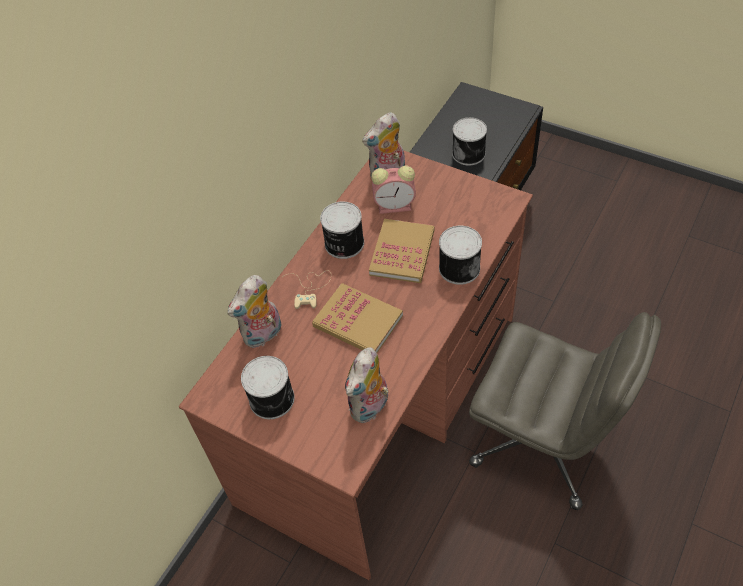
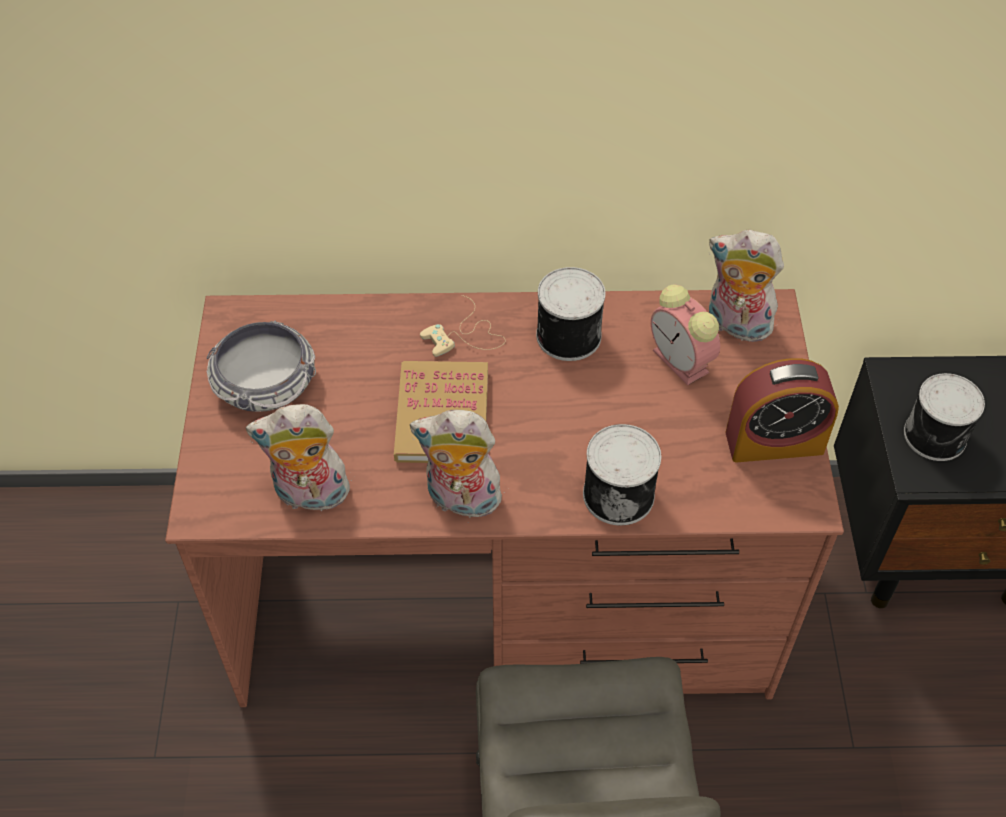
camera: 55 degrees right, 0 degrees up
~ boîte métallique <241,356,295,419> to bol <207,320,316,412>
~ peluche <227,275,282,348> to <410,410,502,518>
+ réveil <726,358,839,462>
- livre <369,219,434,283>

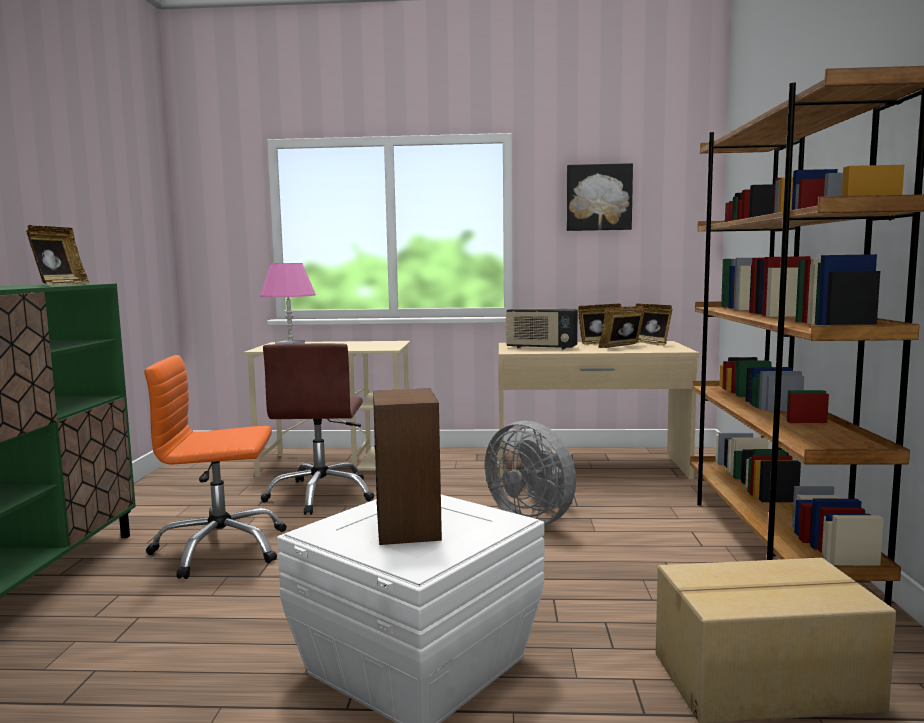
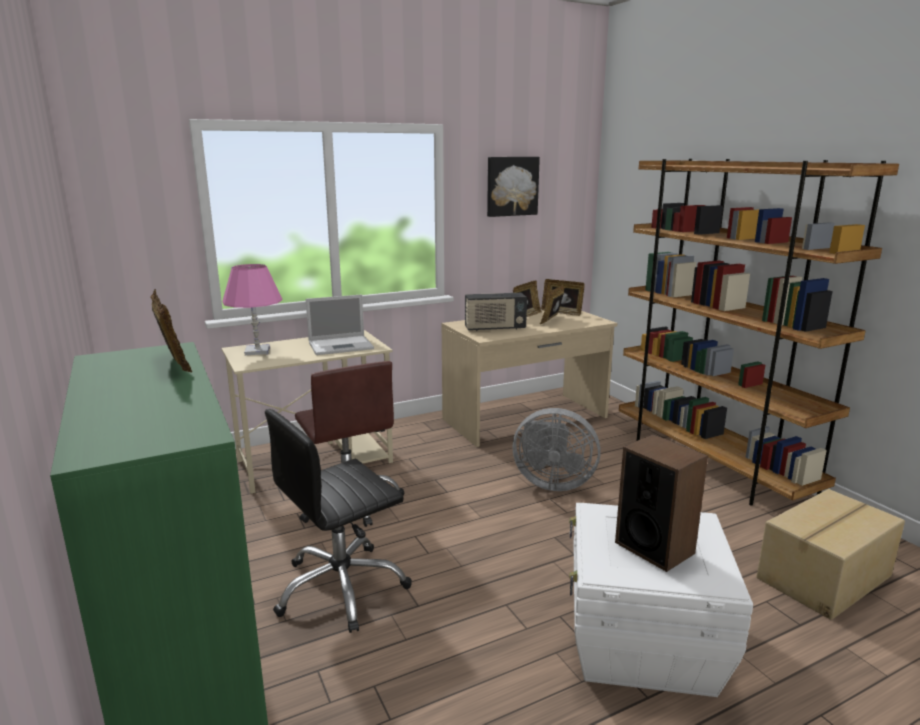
camera: 30 degrees left, 10 degrees up
~ chaise de bureau/orange <144,355,287,579> to chaise de bureau/noir <265,409,412,633>
+ ordinateur portable <306,294,374,355>

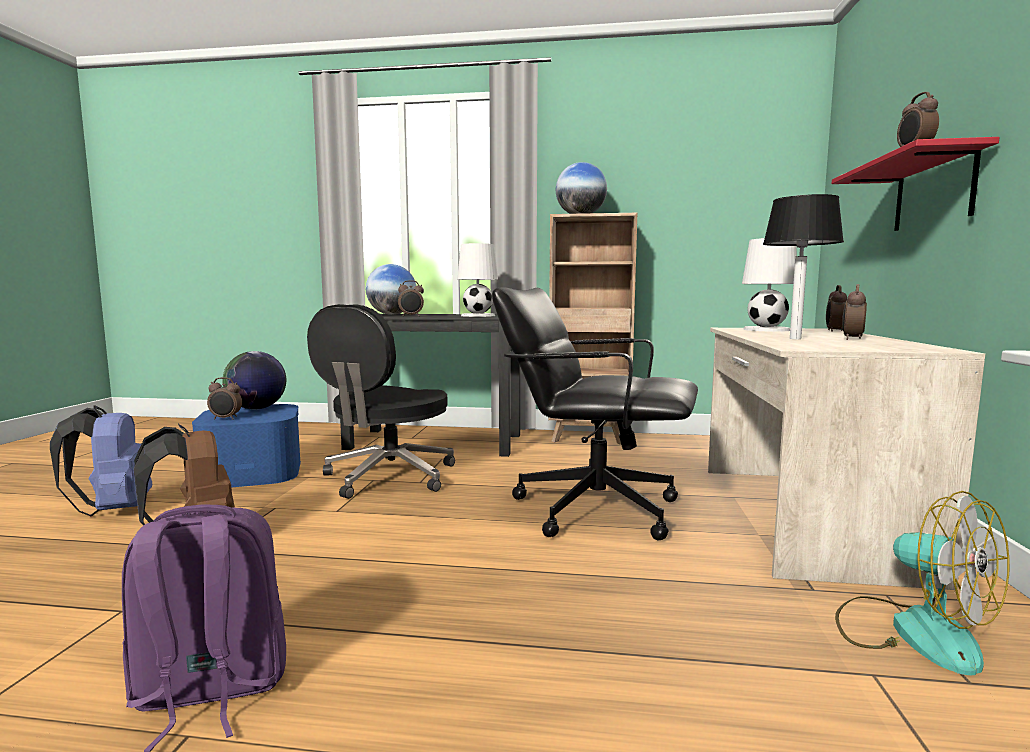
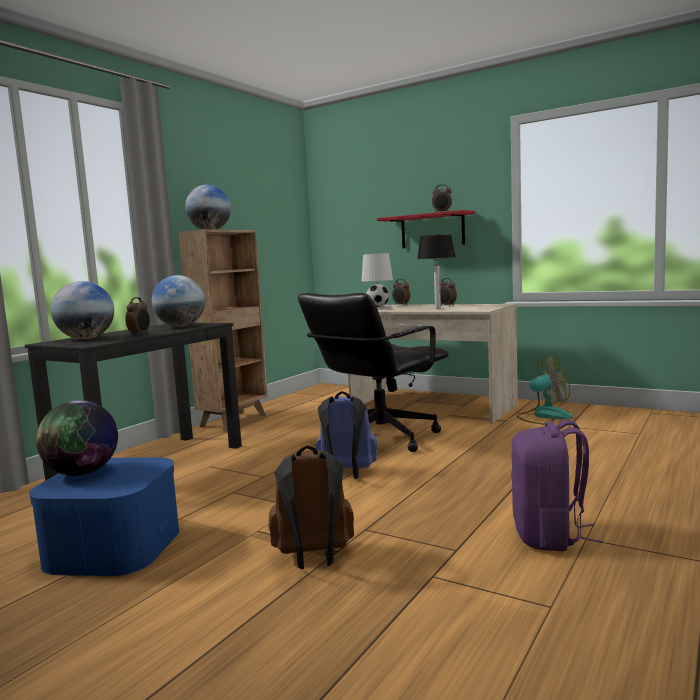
camera: 65 degrees left, 0 degrees up
~ lampe de table/blanc <457,243,498,317> to globe <152,275,205,327>
~ sac à dos/bleu <50,405,152,516> to <316,391,378,479>
- réveil <207,377,242,420>
- chaise de bureau/noir <307,304,455,499>

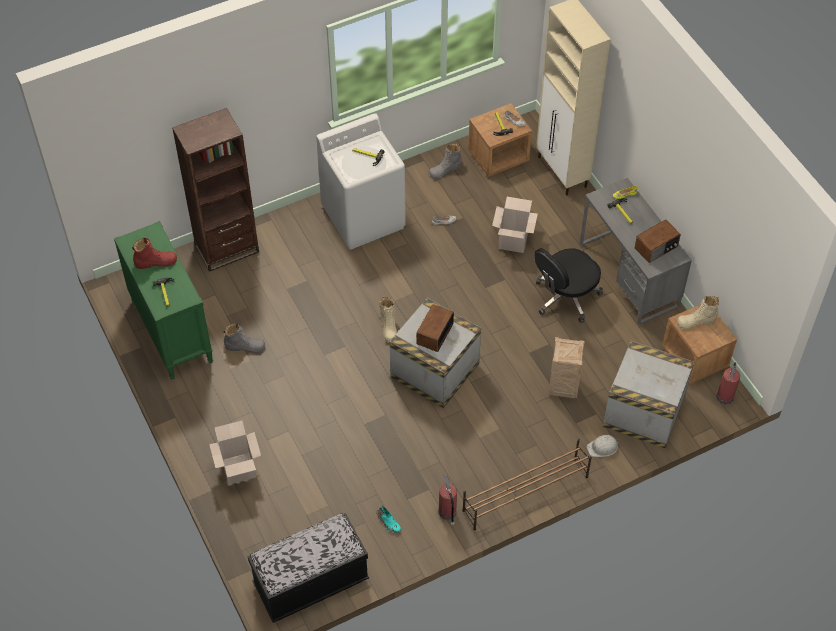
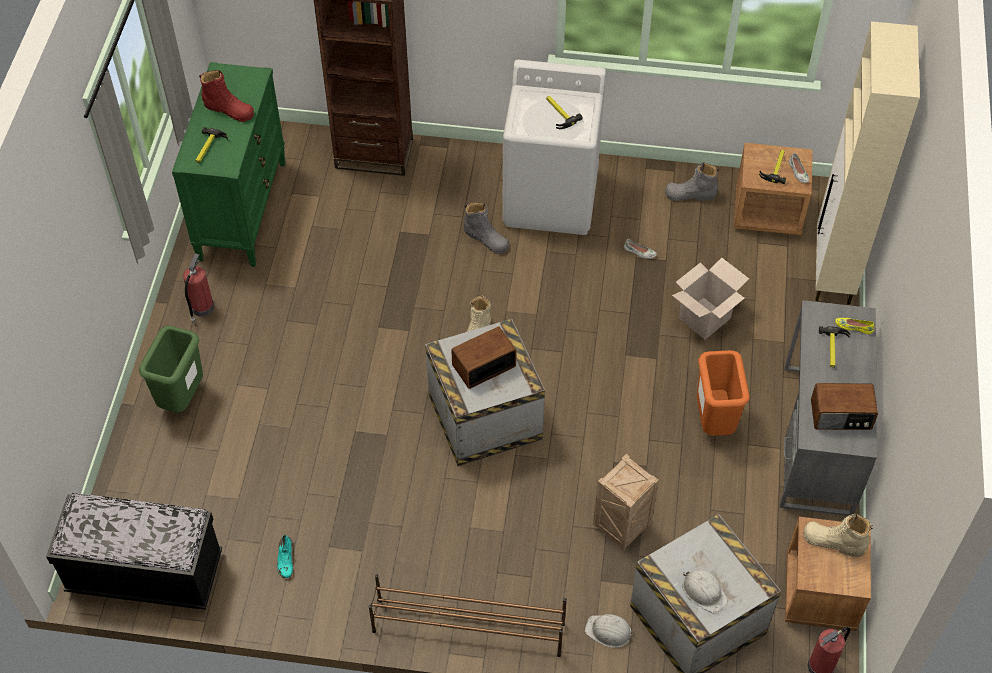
camera: 35 degrees right, 0 degrees up
~ carton <209,421,261,484> to poubelle/vert <139,326,203,412>
~ extincteur <439,475,457,526> to <183,253,214,323>
~ botte/gris <224,323,265,353> to <464,202,509,254>
+ casque de chantier/blanc <682,570,728,613>
~ chaise de bureau/noir <534,248,603,323> to poubelle/orange <697,350,750,436>

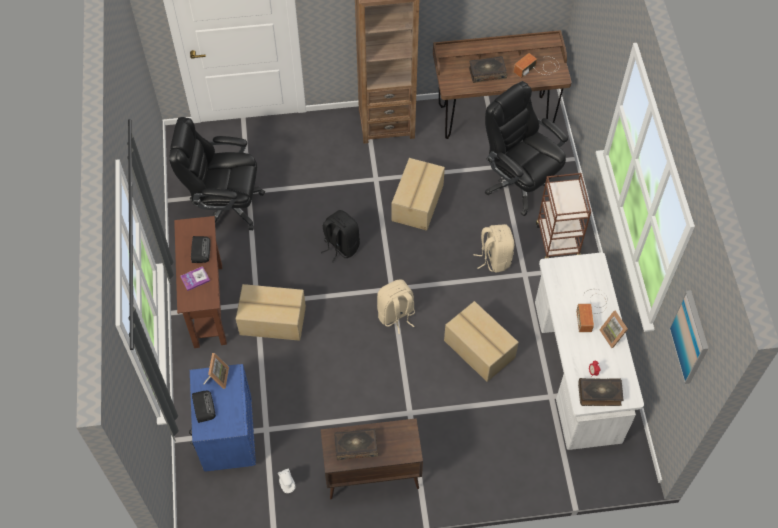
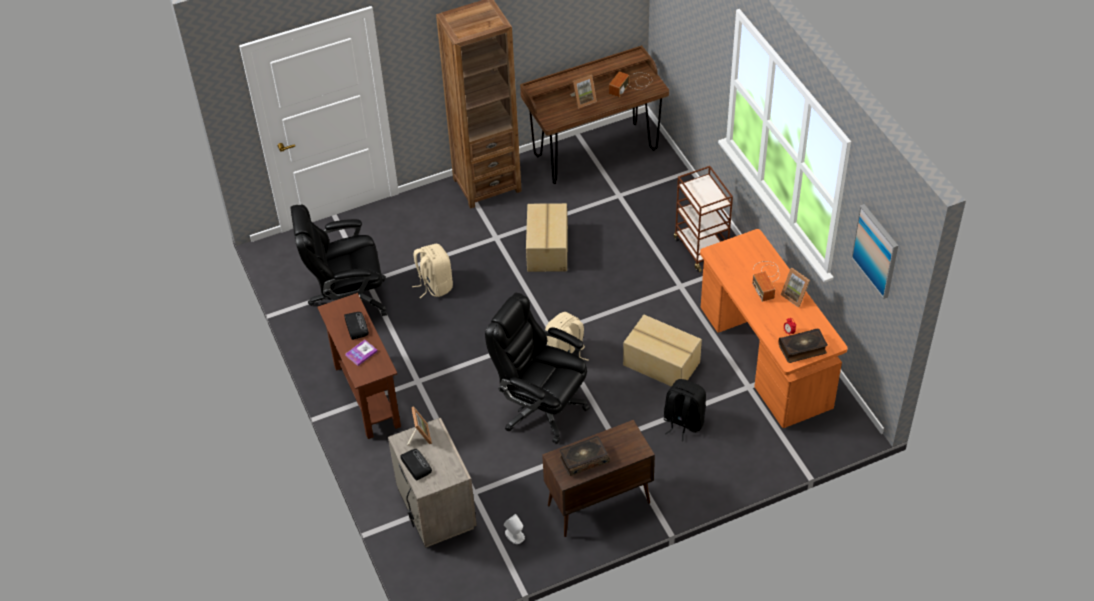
camera: 15 degrees left, 10 degrees down
~ table de chevet/bleu <189,364,256,472> to table de chevet/beige <388,417,477,548>
~ sac à dos/beige <473,224,514,272> to <412,244,453,298>
~ chaise de bureau/noir <485,81,568,216> to <485,293,590,444>
~ livre <469,56,507,83> to cadre photo <570,75,597,109>
~ sac à dos/noir <321,210,360,263> to <663,379,706,441>
~ bureau/blanc <535,253,644,450> to bureau/orange <700,229,848,428>
- carton <236,284,306,341>

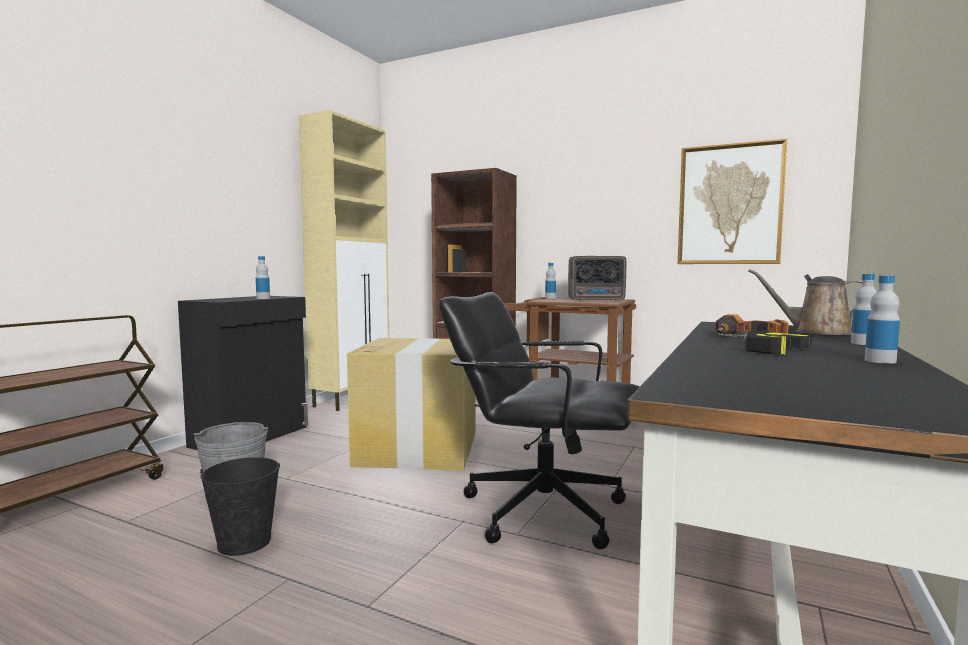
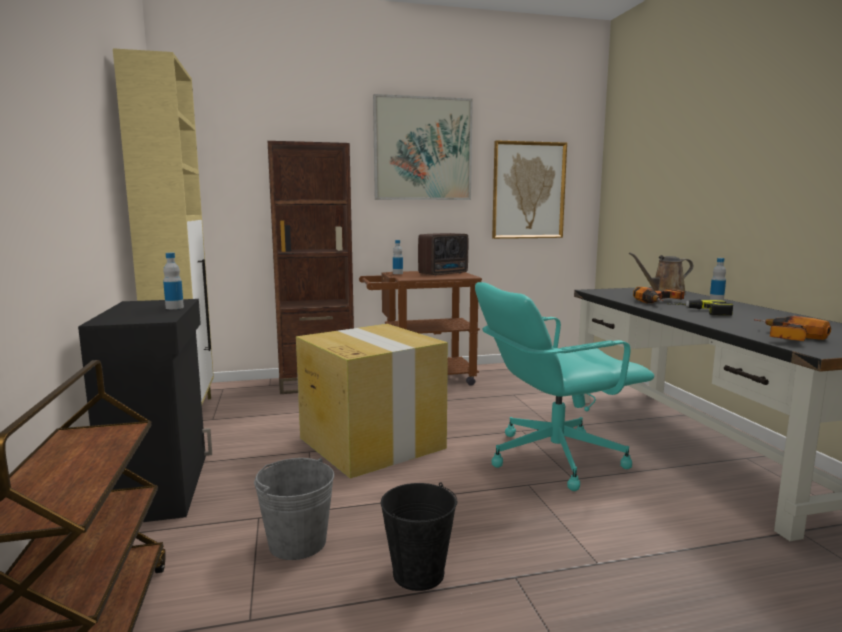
camera: 40 degrees left, 5 degrees up
+ tableau <373,94,473,200>
~ chaise de bureau/noir <439,292,639,549> to chaise de bureau/turquoise <475,282,654,491>
+ perceuse <754,316,831,341>
- bouteille <865,276,900,364>

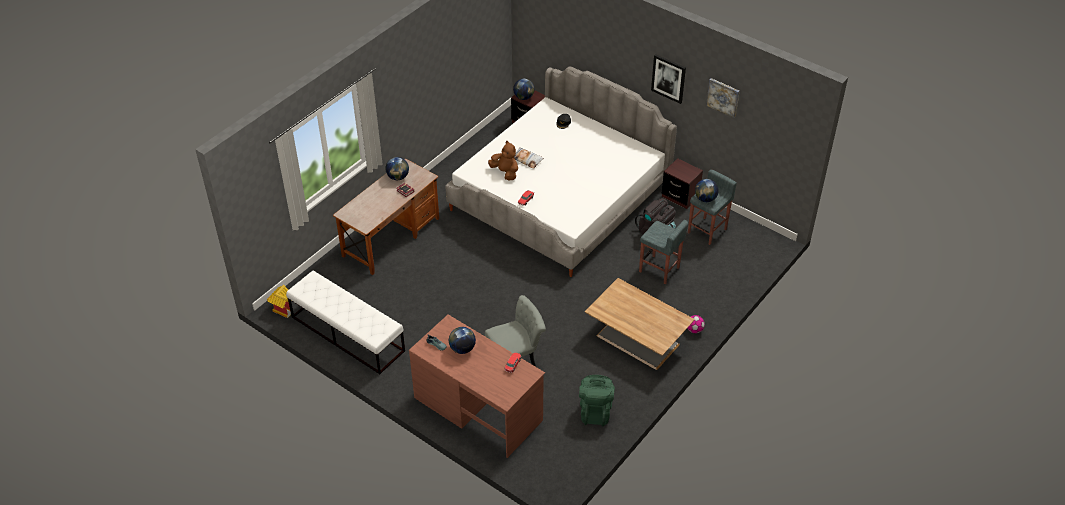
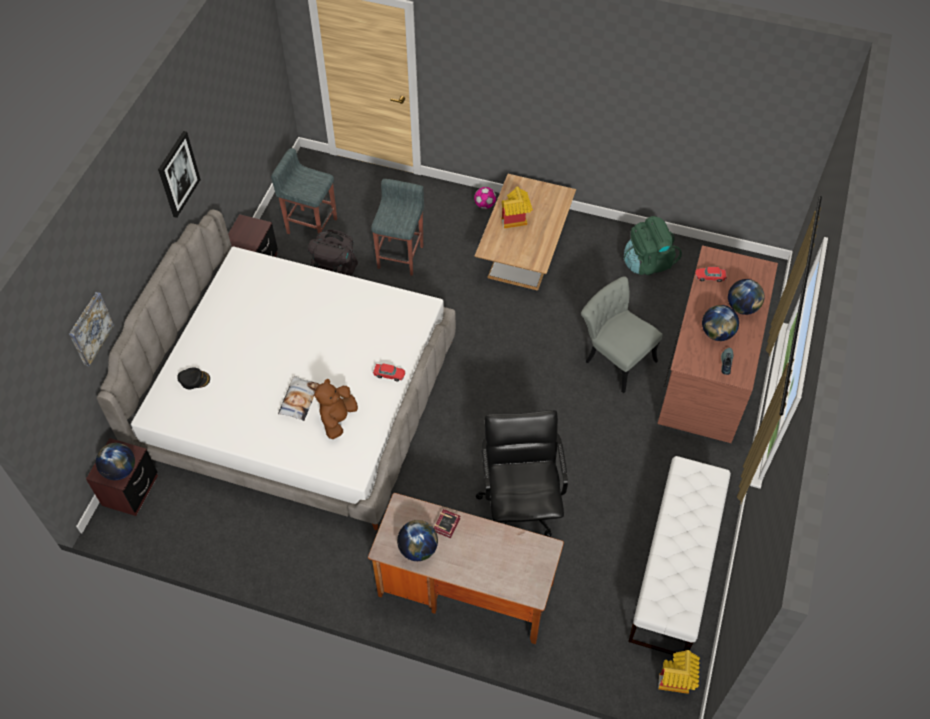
camera: 110 degrees left, 10 degrees up
~ tableau <706,78,740,118> to <69,292,115,366>
+ chaise de bureau/noir <476,410,568,537>
+ maison miniature <501,187,533,228>
~ globe <695,179,719,202> to <728,279,765,315>

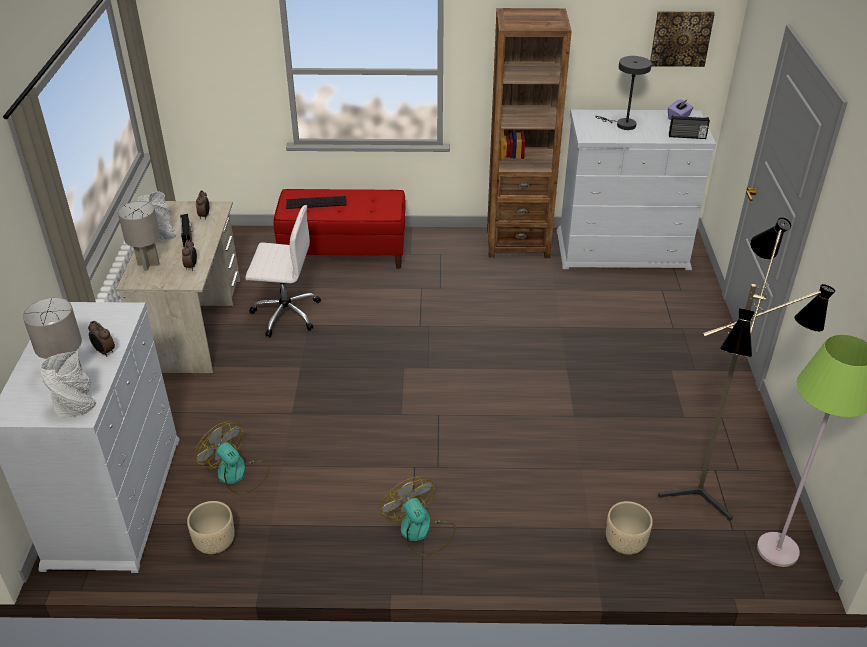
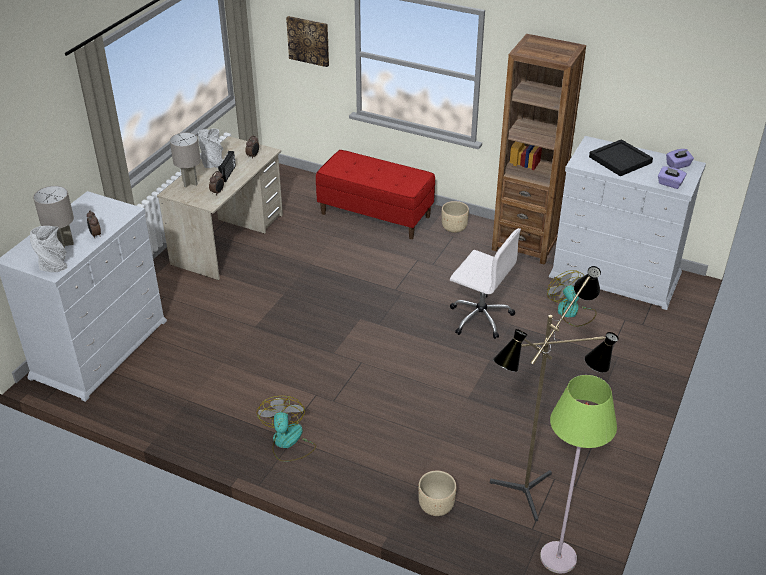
camera: 25 degrees right, 0 degrees up
~ tableau <650,11,715,67> to <286,16,329,67>
~ cache-pot/beige <187,501,235,554> to <442,201,469,233>
~ chaise de bureau/blanc <245,205,321,337> to <450,228,521,339>
~ ventilateur <195,421,270,494> to <547,270,597,327>
~ lampe de table/gris <596,56,652,130> to plateau/noir <589,139,653,176>
~ radio <669,115,710,139> to boîte à mouchoirs/violet <658,166,687,189>
- clavier <286,196,347,209>

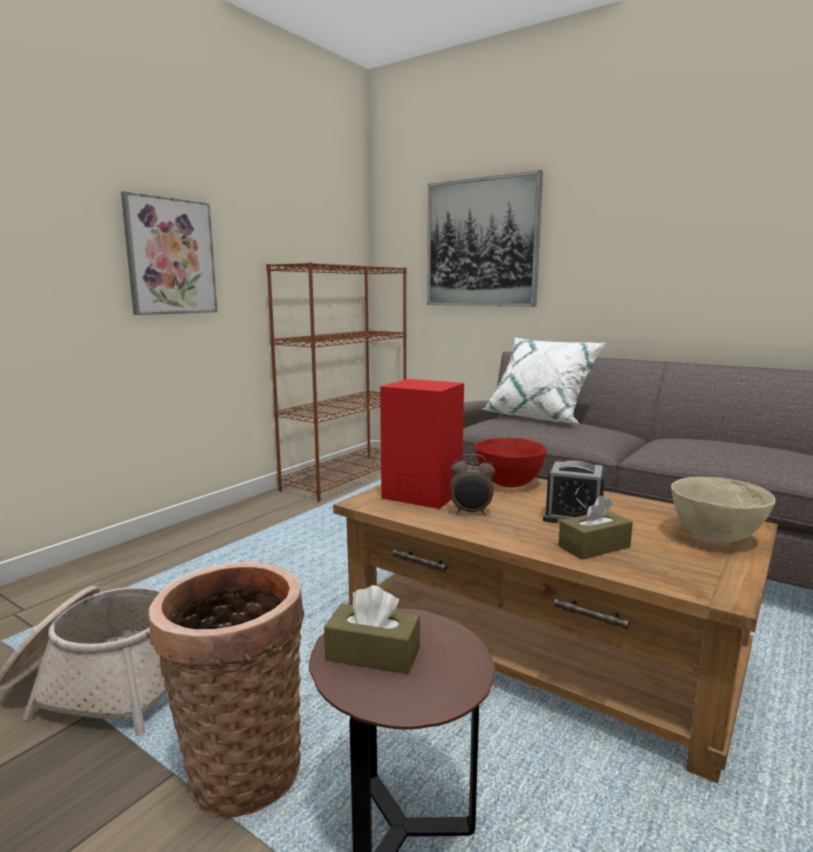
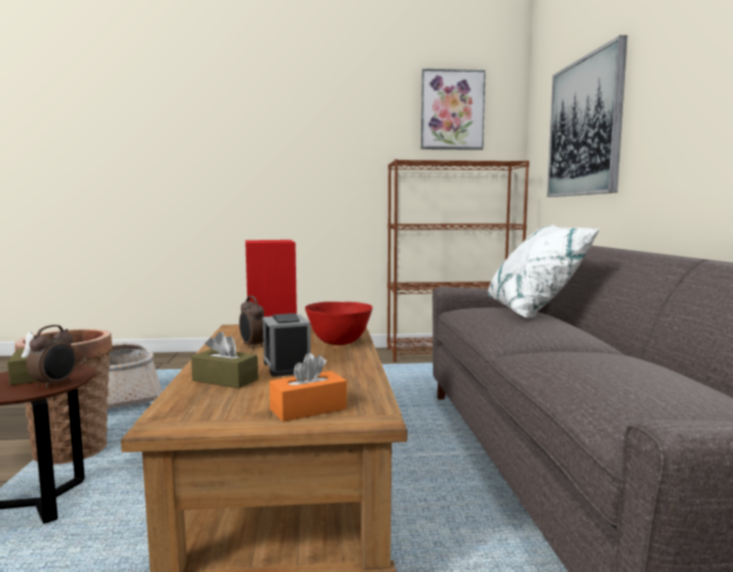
camera: 50 degrees right, 5 degrees down
+ réveil <26,325,77,389>
~ bol/beige <671,477,775,543> to boîte à mouchoirs/orange <269,353,347,422>
~ tableau <121,191,218,315> to <421,68,486,150>

